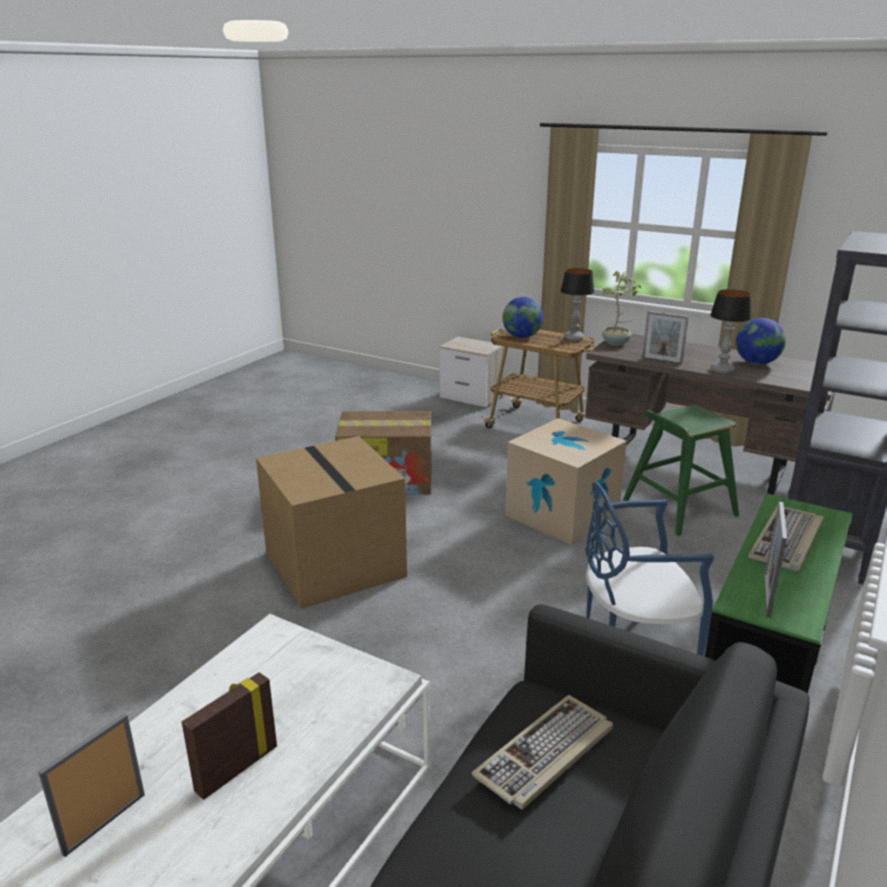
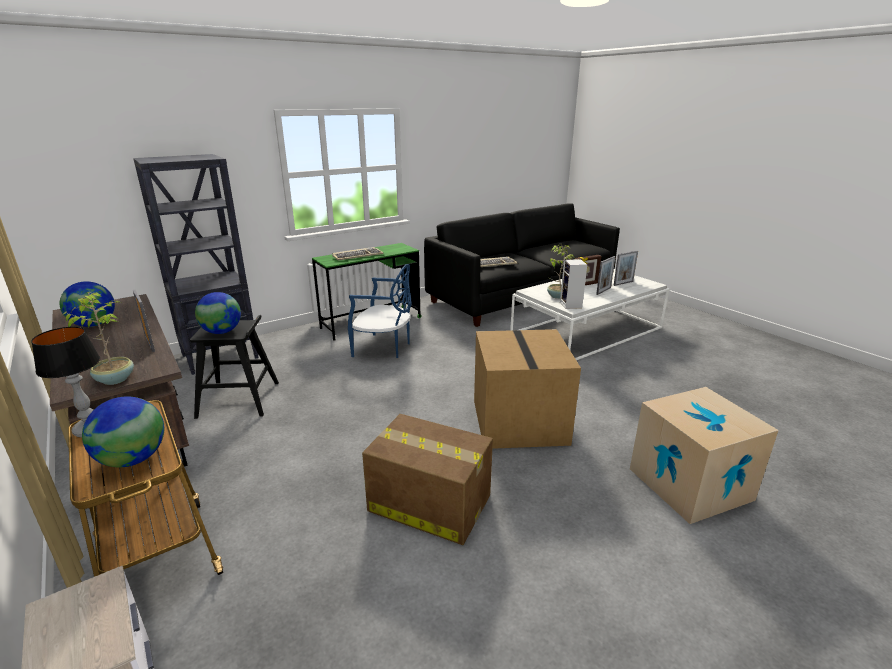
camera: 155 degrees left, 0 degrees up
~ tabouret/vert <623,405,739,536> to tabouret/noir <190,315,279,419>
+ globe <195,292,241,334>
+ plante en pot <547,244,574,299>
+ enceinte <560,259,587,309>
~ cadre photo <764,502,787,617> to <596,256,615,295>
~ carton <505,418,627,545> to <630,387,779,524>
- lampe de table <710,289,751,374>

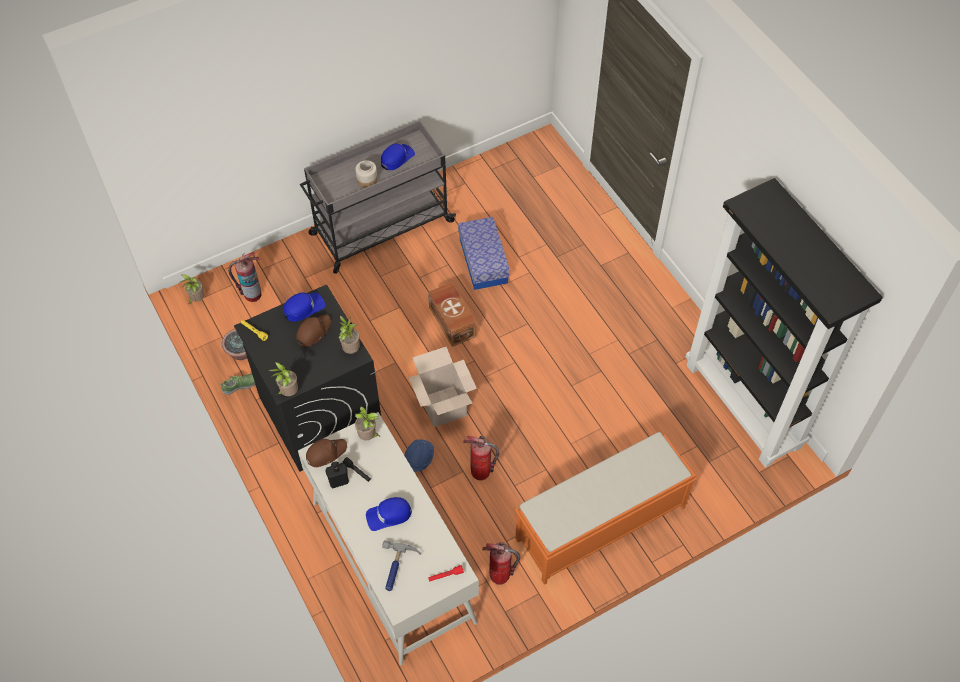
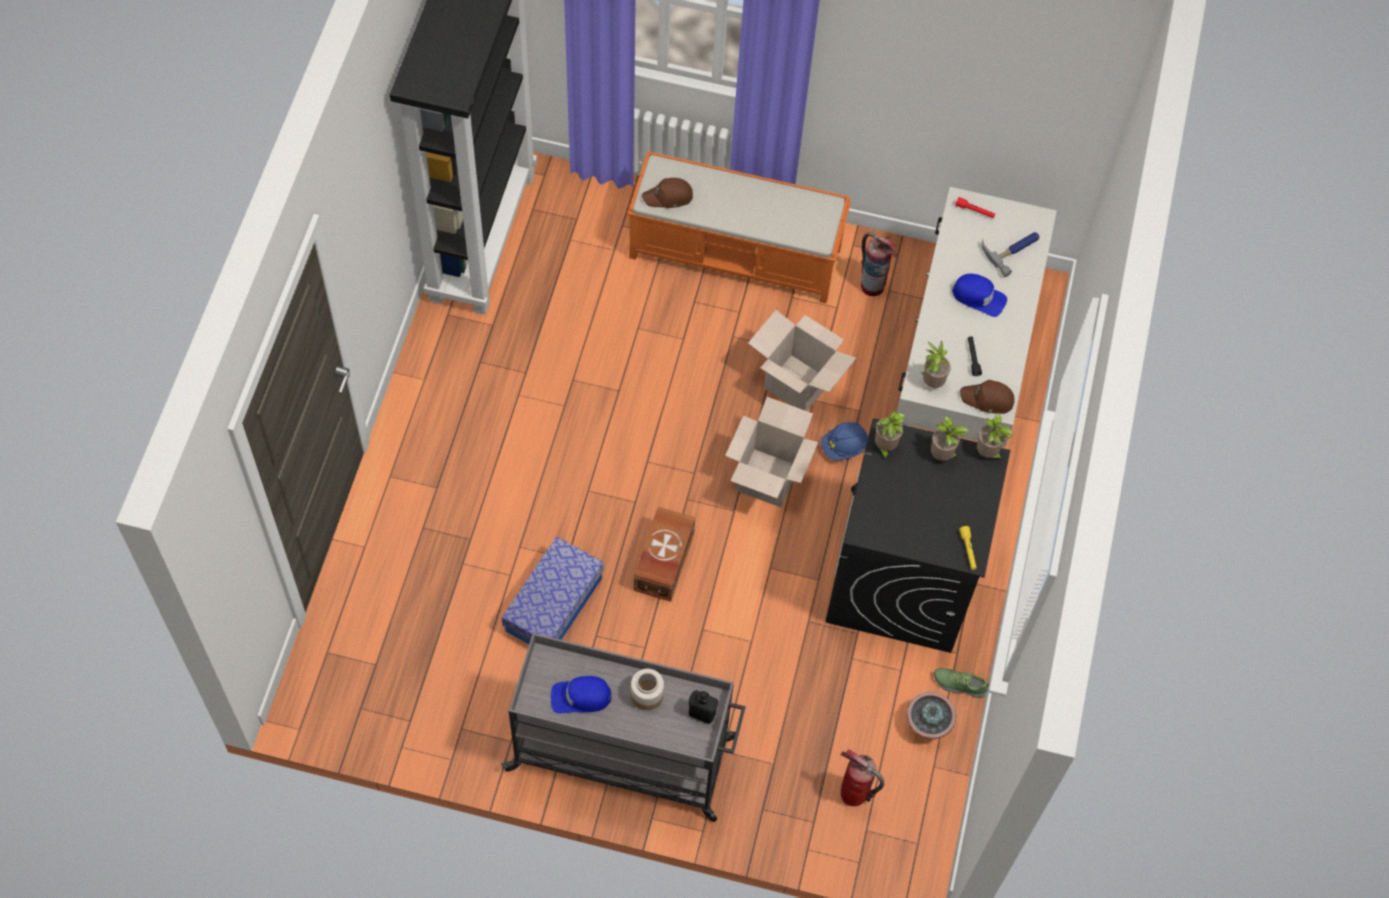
camera: 140 degrees left, 5 degrees up
~ casquette/marron <296,315,331,347> to <642,178,693,208>
~ bouteille/noir <325,462,349,488> to <689,690,718,724>
~ extincteur <463,436,499,480> to carton <748,310,856,411>
~ plante en pot <179,274,204,304> to <931,416,969,461>
- casquette/bleu <283,292,325,322>

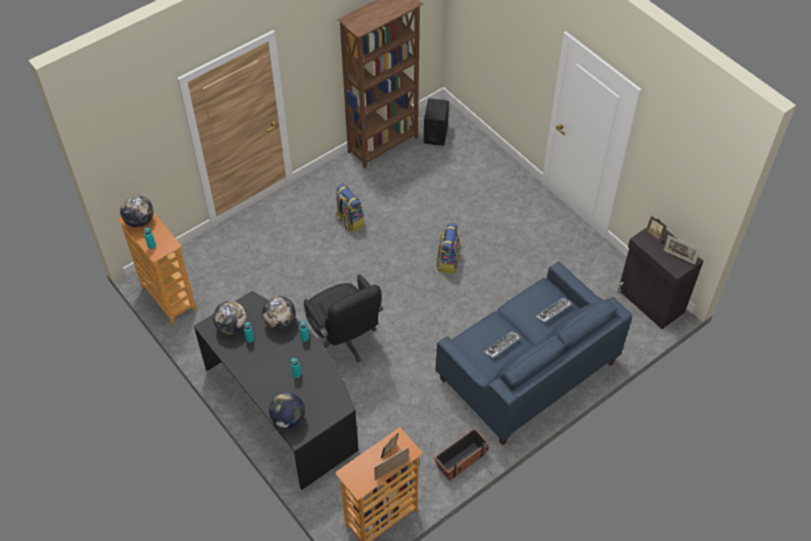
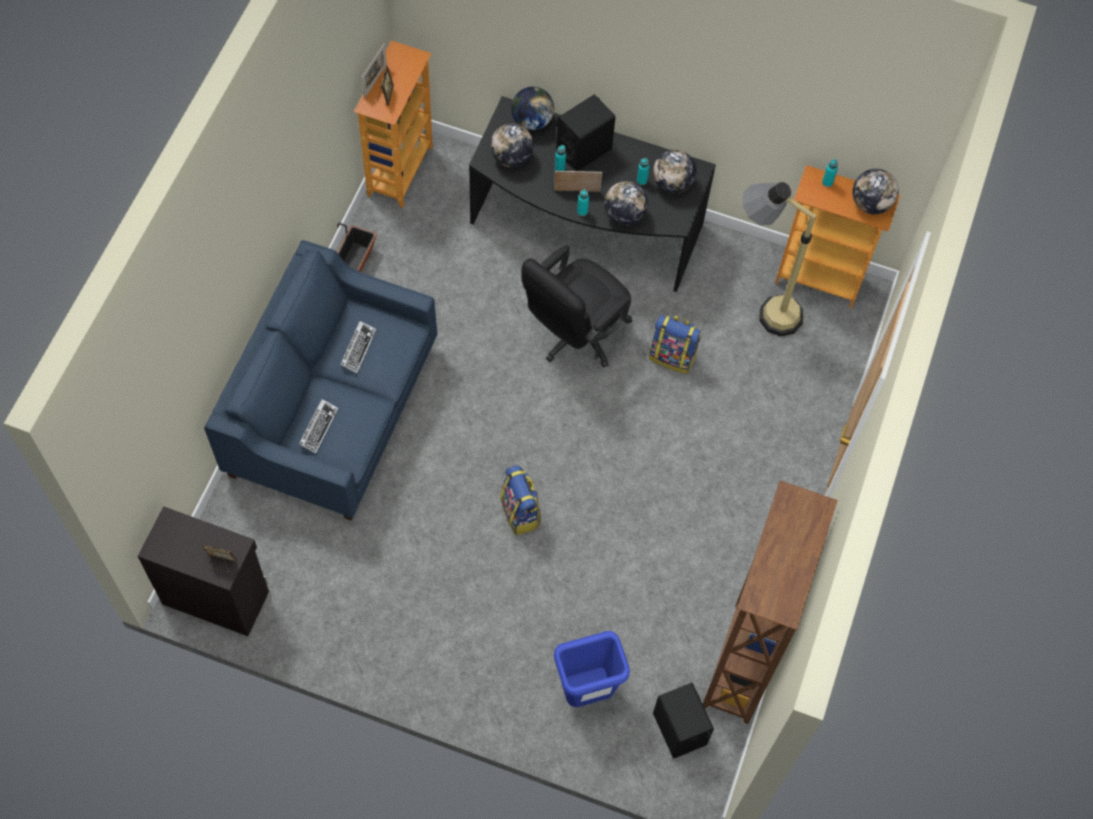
camera: 145 degrees right, 10 degrees up
+ globe <490,123,534,167>
~ chaise de bureau/noir <303,275,383,362> = <521,245,632,367> 75 degrees counterclockwise
~ cadre photo <663,235,701,265> to <554,171,602,192>
+ poubelle/bleu <554,631,630,707>
+ enceinte/noir <556,94,615,171>
~ sac à dos <335,184,364,233> to <649,315,701,374>
+ lampadaire <742,182,816,337>

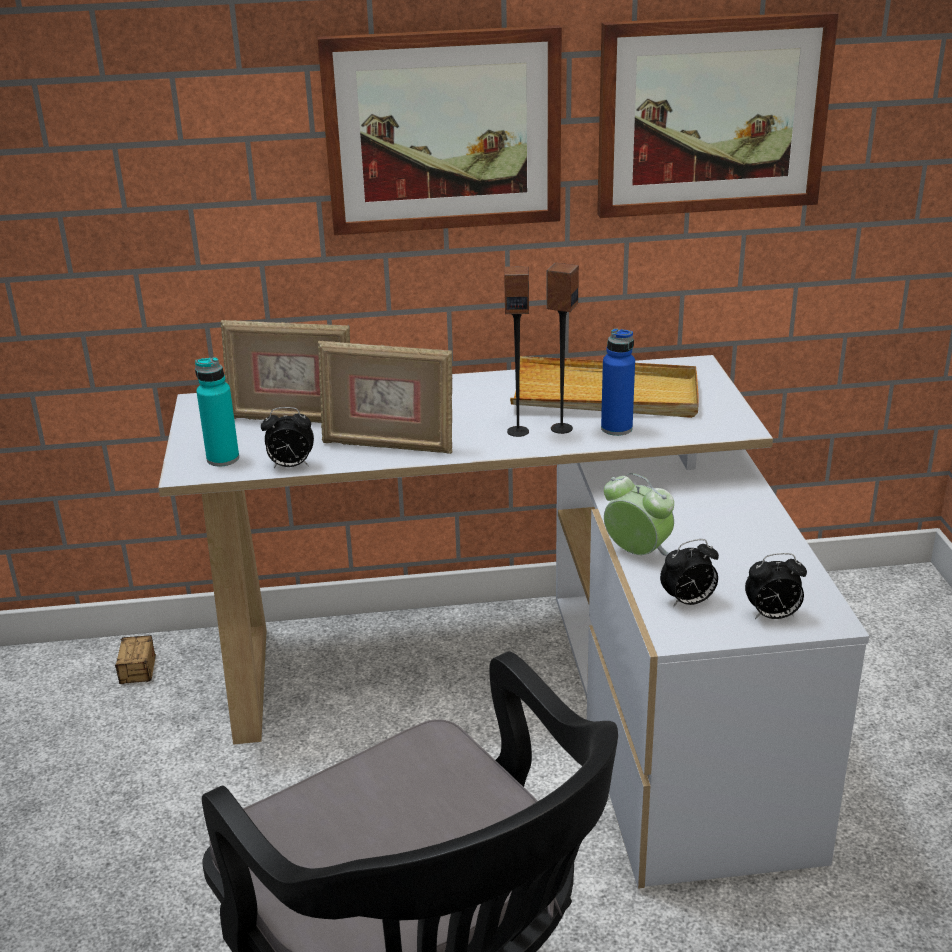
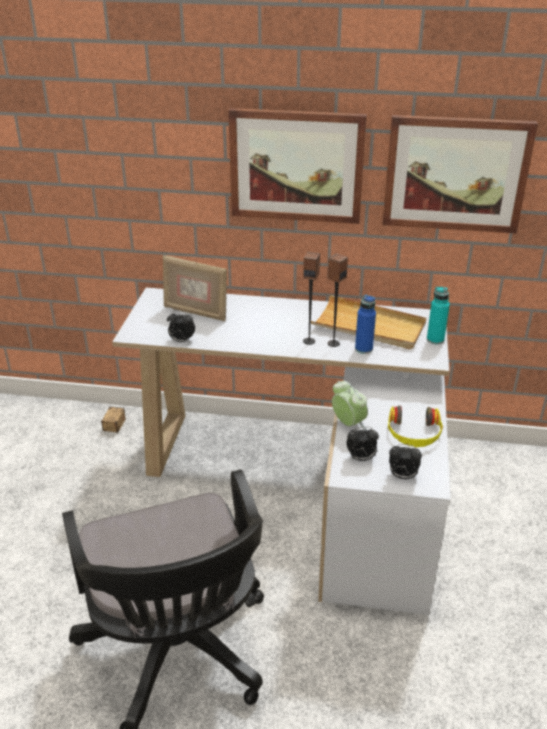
camera: 15 degrees right, 5 degrees up
+ casque audio <388,406,443,447>
~ bouteille/turquoise <195,357,239,467> to <427,287,450,344>
- cadre photo <318,341,453,454>

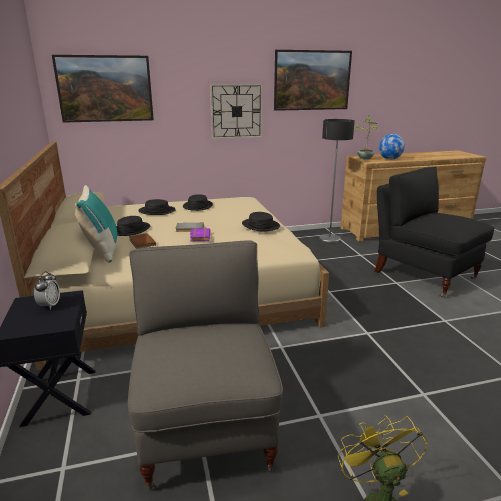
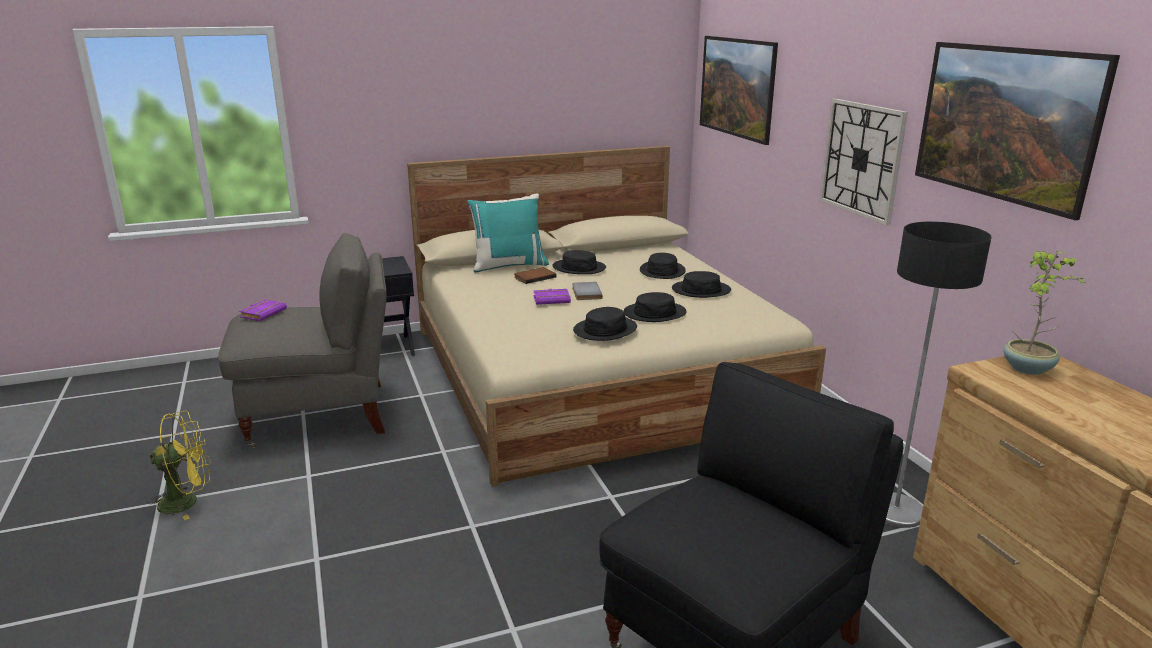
camera: 85 degrees right, 0 degrees up
+ livre/violet <239,299,287,321>
+ chapeau/noir <624,292,687,322>
- réveil <34,271,60,310>
- globe <379,134,405,160>

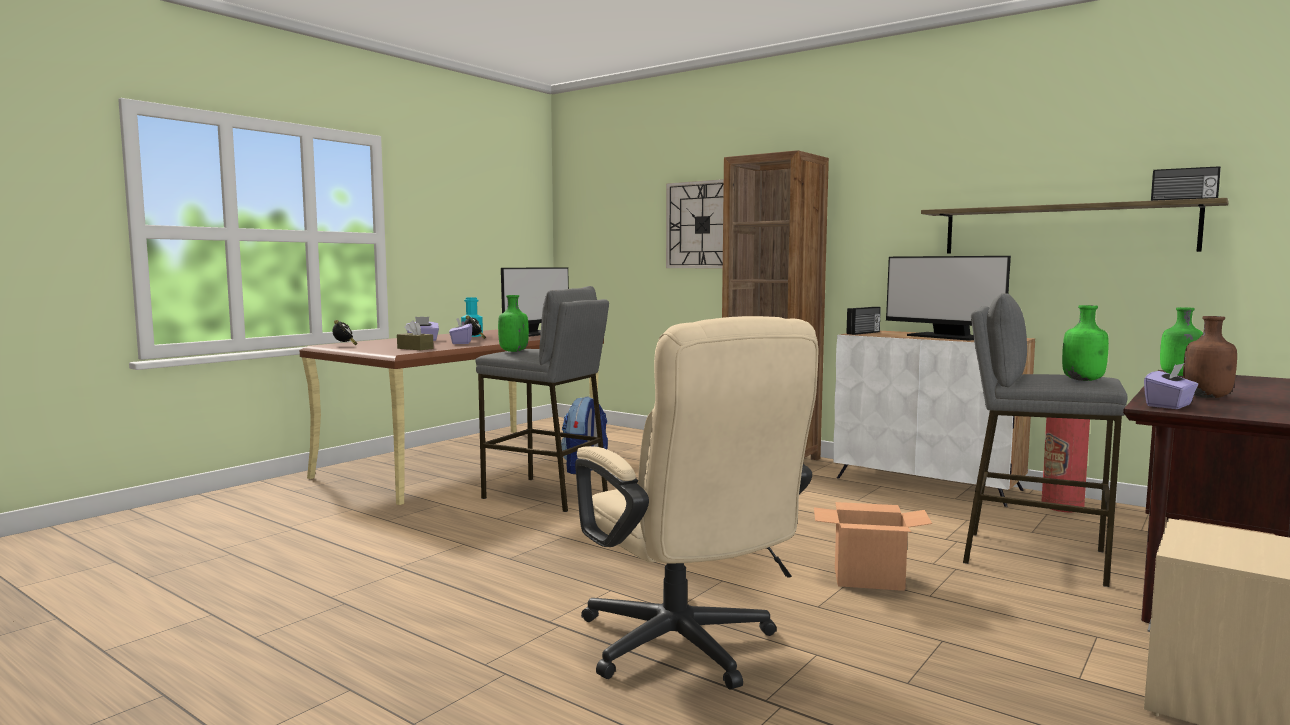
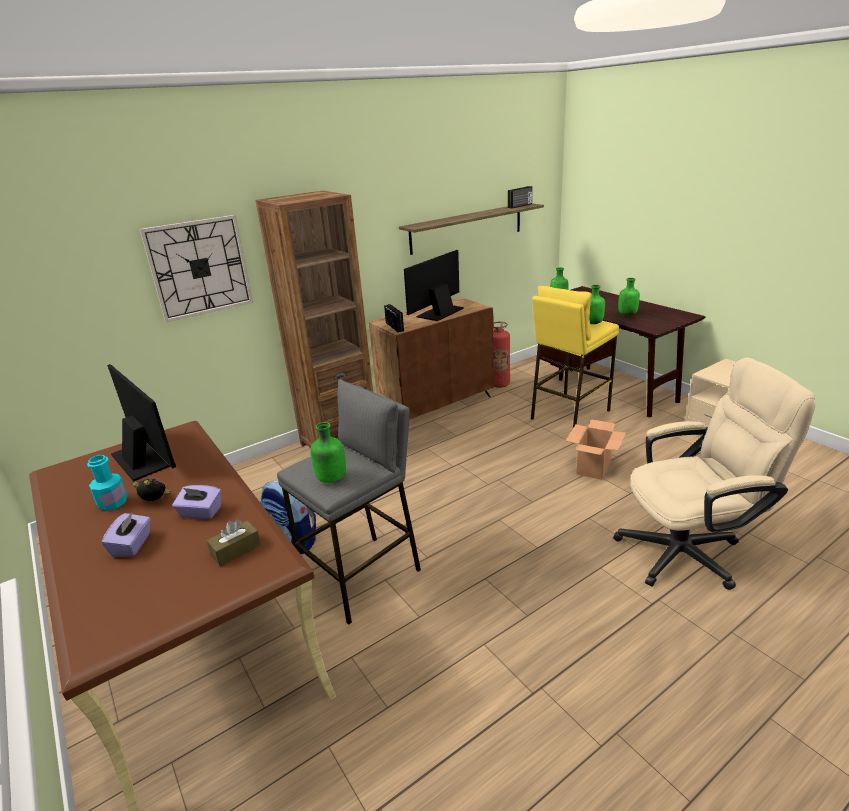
camera: 70 degrees left, 20 degrees up
~ meuble de rangement/blanc <833,331,1035,507> to meuble de rangement/marron <369,297,494,420>
~ écran d'ordinateur <886,256,1011,341> = <404,250,464,321> 150 degrees clockwise
~ tabouret/gris <963,293,1128,587> to tabouret/jaune <531,286,619,428>
~ bouteille/marron <1183,316,1237,398> to bouteille/vert <618,278,640,316>
- réveil <332,320,358,345>
- boîte à mouchoirs/violet <1144,363,1198,409>

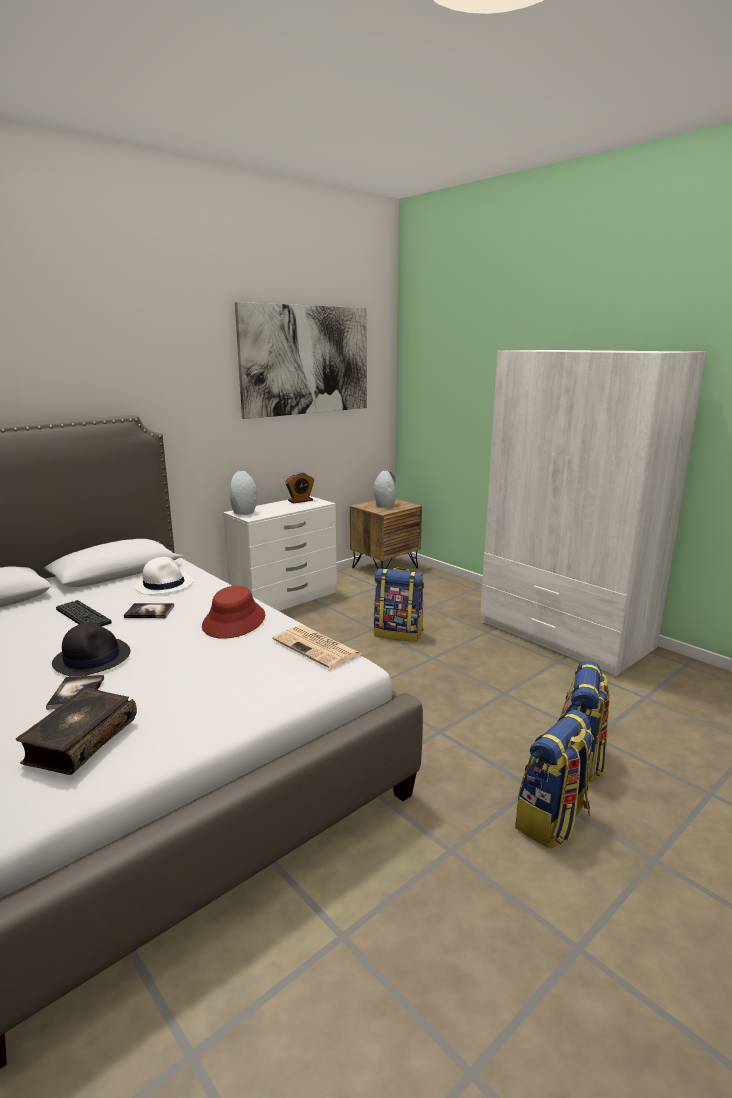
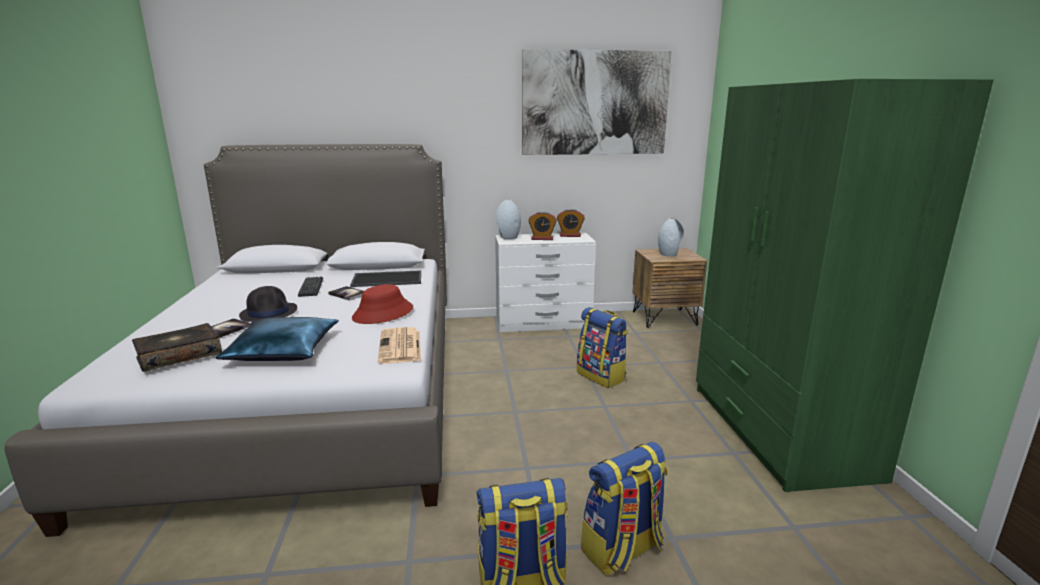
camera: 35 degrees right, 0 degrees up
+ coussin/bleu <216,317,339,361>
~ chapeau/blanc <135,557,193,595> to plateau <350,270,421,287>
+ réveil <528,211,557,240>
~ armoire/blanc <480,350,707,676> to armoire/vert <696,79,993,492>

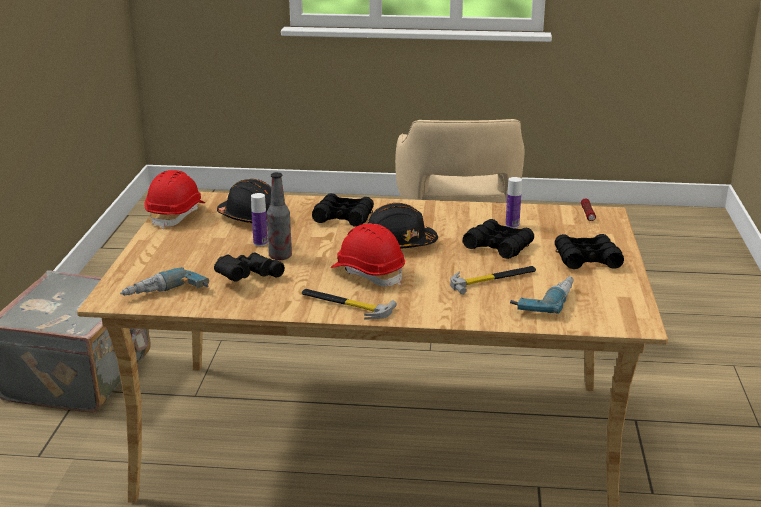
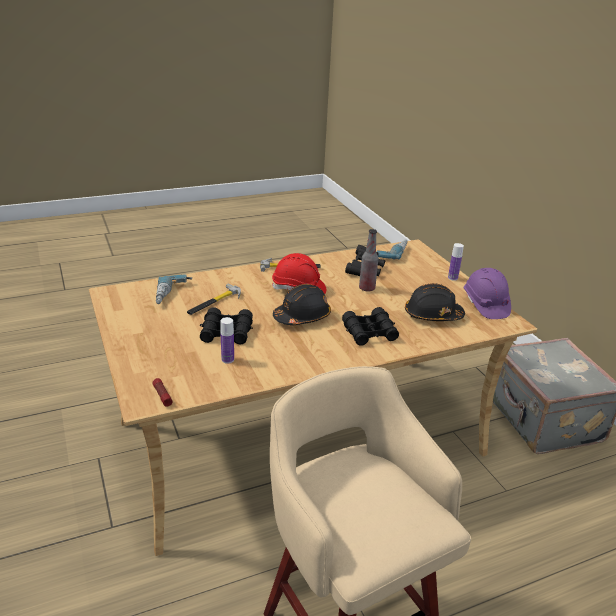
camera: 150 degrees right, 5 degrees up
~ bouteille <251,193,268,246> to <448,243,464,281>
~ casque de chantier/rouge <144,170,205,229> to casque de chantier/violet <464,268,511,319>
- jumelles/noir <555,234,624,269>

